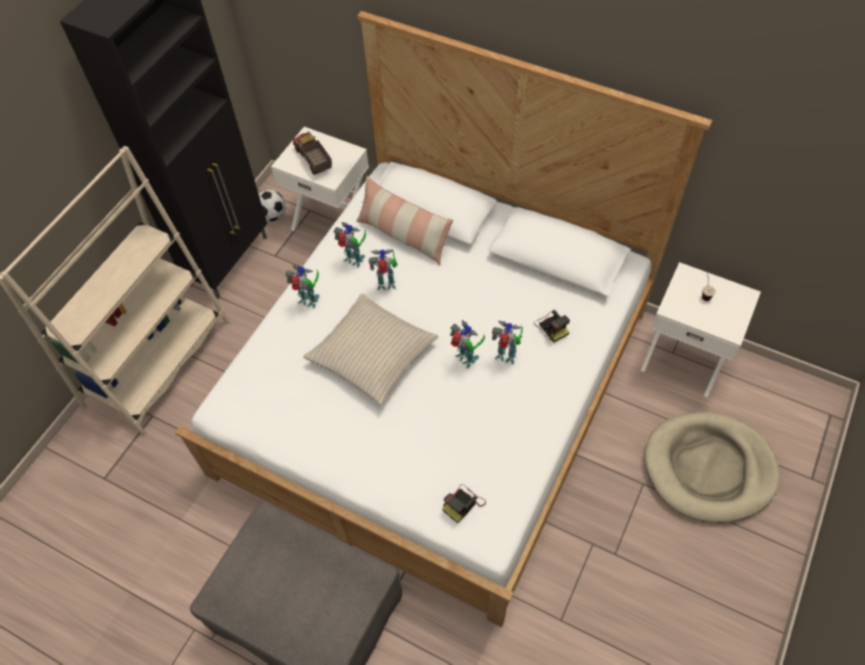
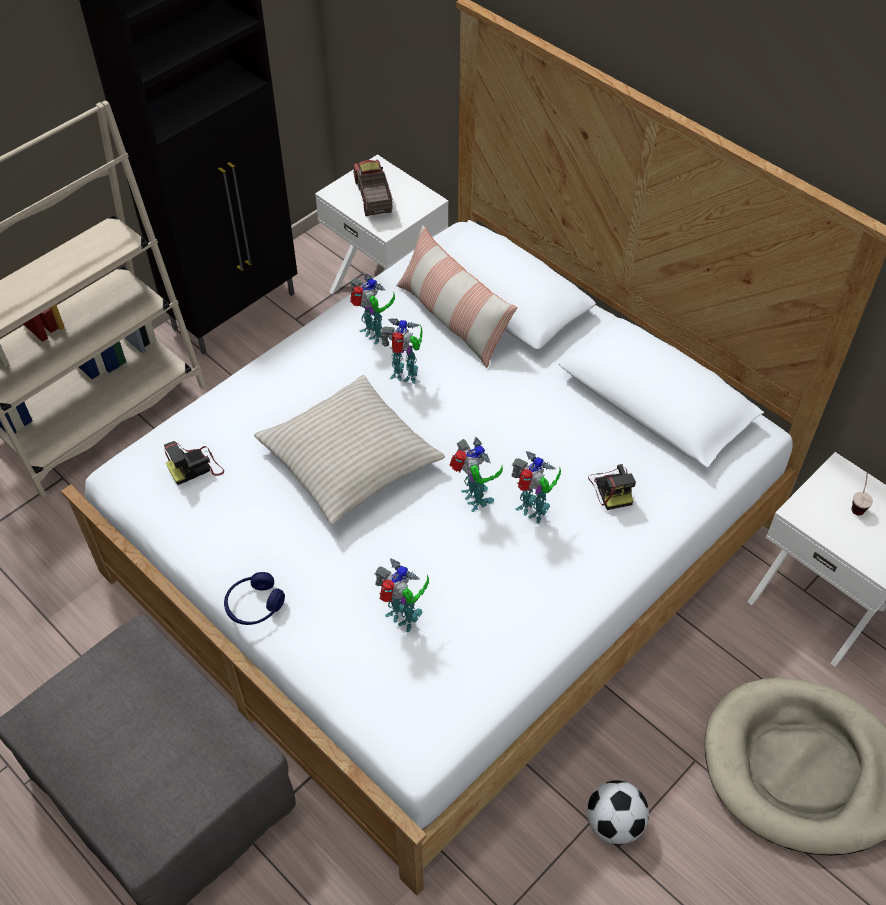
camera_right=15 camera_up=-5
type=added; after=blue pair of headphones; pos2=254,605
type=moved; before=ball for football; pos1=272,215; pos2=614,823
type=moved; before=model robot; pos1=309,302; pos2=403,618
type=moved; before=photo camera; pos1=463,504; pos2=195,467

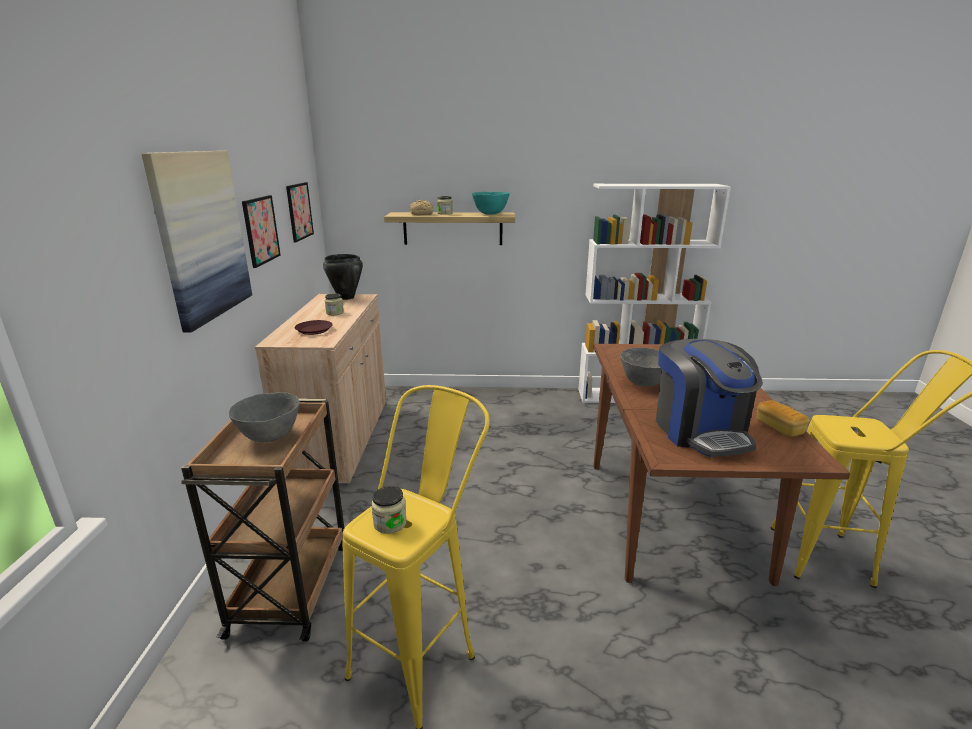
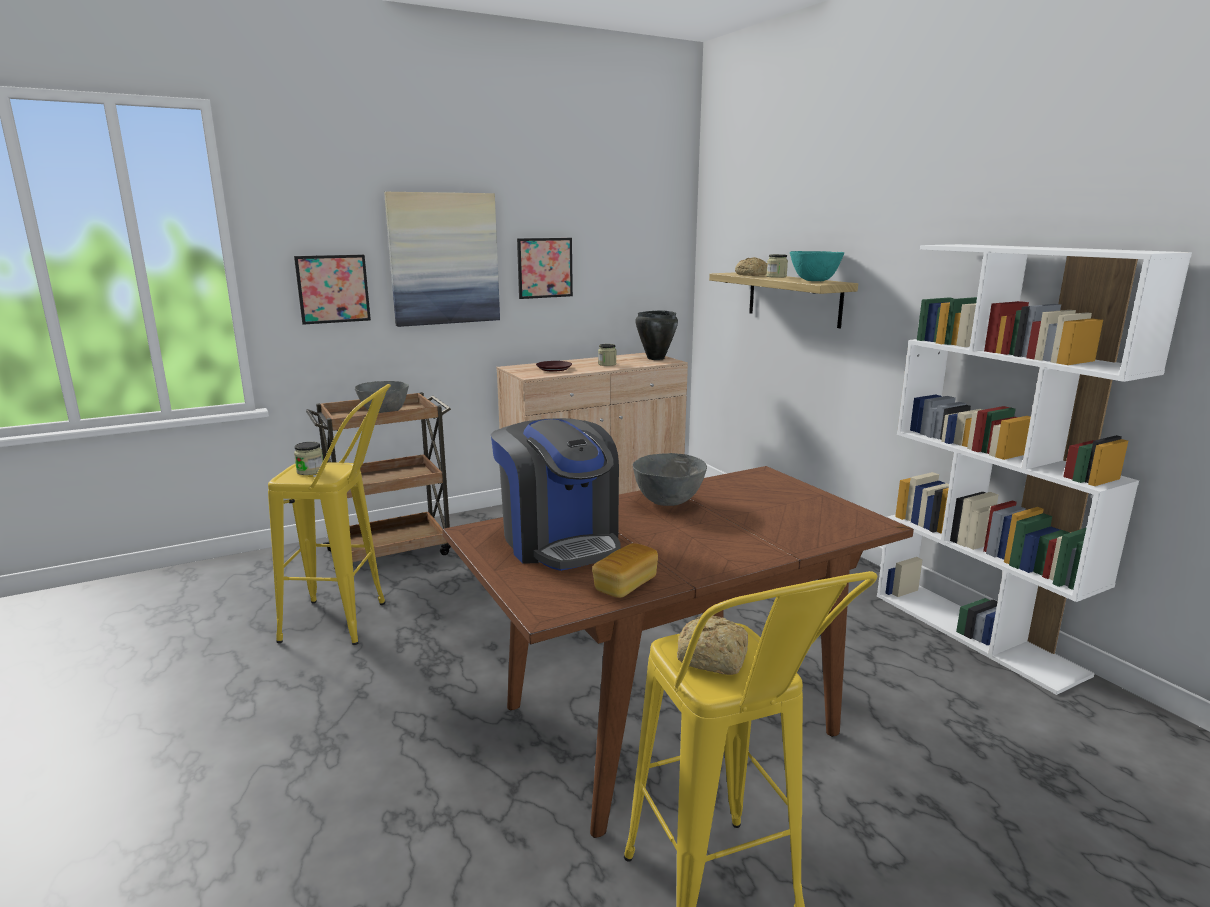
camera_right=60 camera_up=-5
type=added; after=baked bread; pos2=714,659
type=moved; before=wall art; pos1=299,211; pos2=333,289
type=turned; before=coffee brewer; pos1=700,431; pos2=560,541; turn=-75

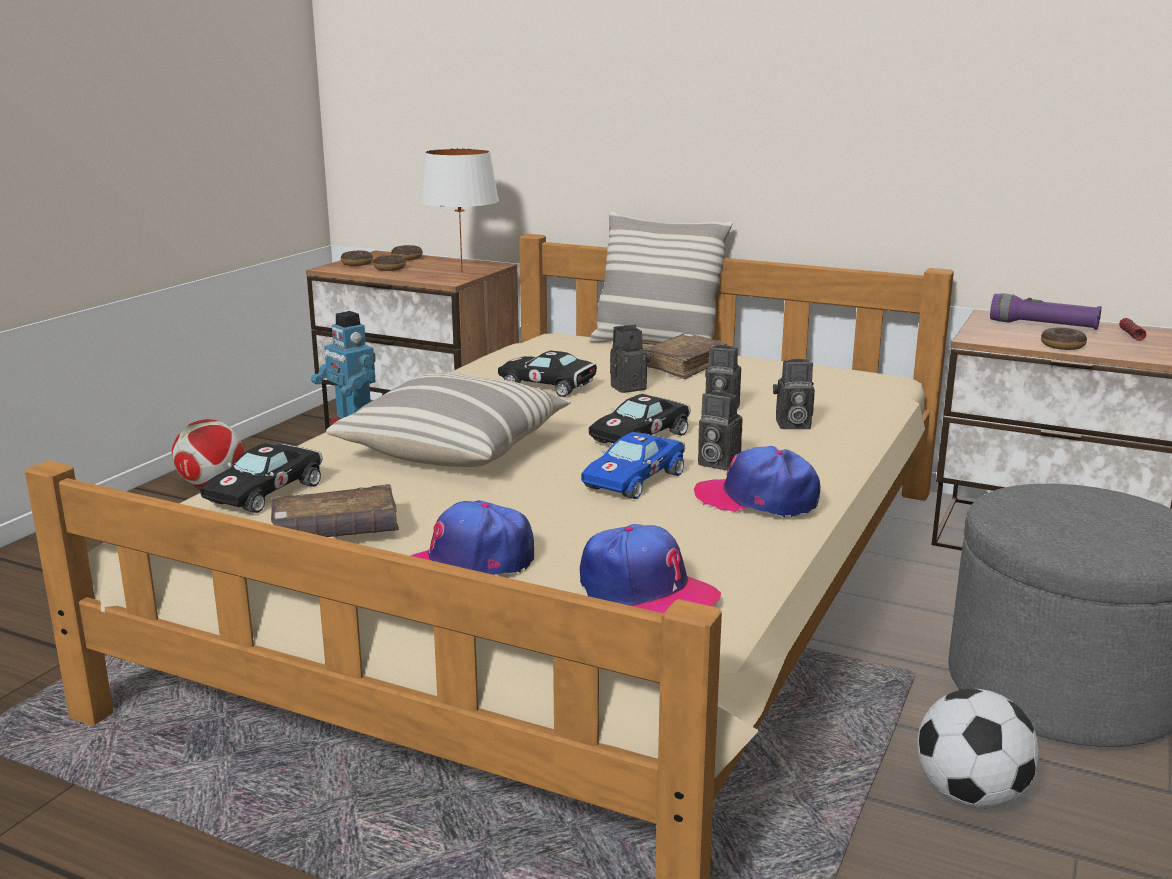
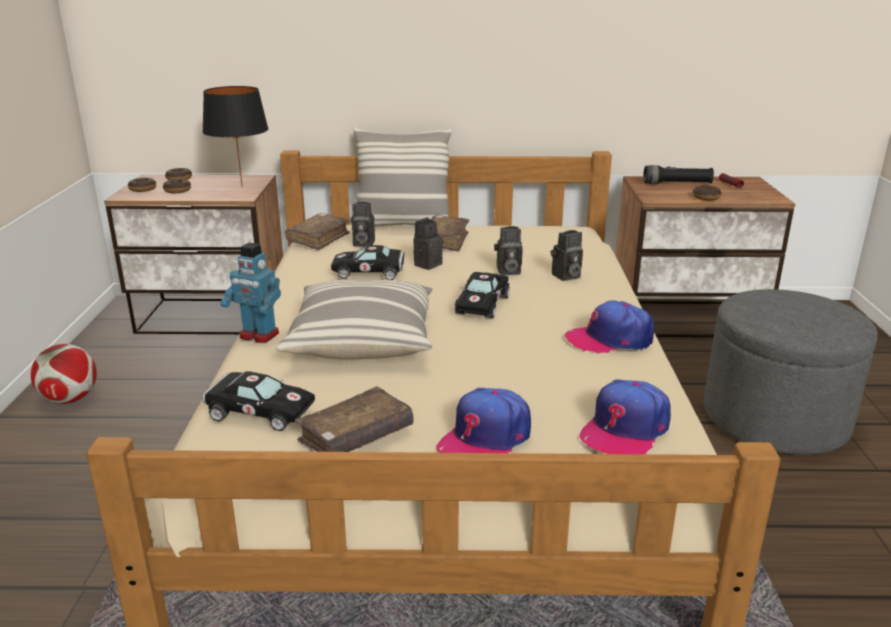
camera_right=-25 camera_up=5
type=removed; before=blue model car; pos1=635,479
type=removed; before=ball for football; pos1=970,795
type=added; after=brown-coloured bound book; pos2=319,239
type=moved; before=photo camera; pos1=715,463; pos2=362,243
type=recoloured; before=white-coloured tabletop lamp; after=black tabletop lamp; pos1=461,272; pos2=241,187
type=recoloured; before=purplish hand torch; after=black hand torch; pos1=1043,326; pos2=677,184
type=turned; before=black model car; pos1=267,492; pos2=257,412; turn=-75
type=turned; before=cap; pos1=646,590; pos2=624,429; turn=120

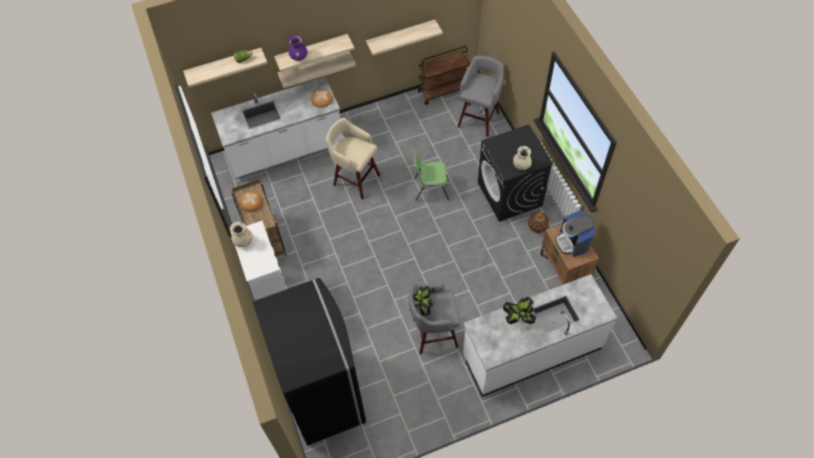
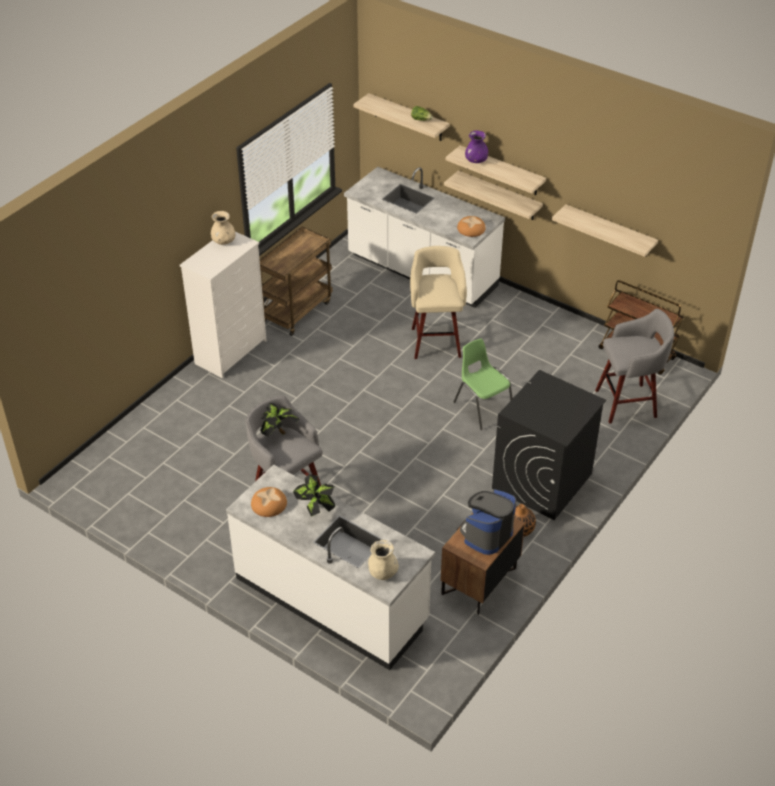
camera_right=55 camera_up=-15
type=removed; before=black kitchen fridge; pos1=324,392
type=moved; before=baked bread; pos1=251,202; pos2=268,504
type=moved; before=beige-coloured vase; pos1=521,165; pos2=382,572

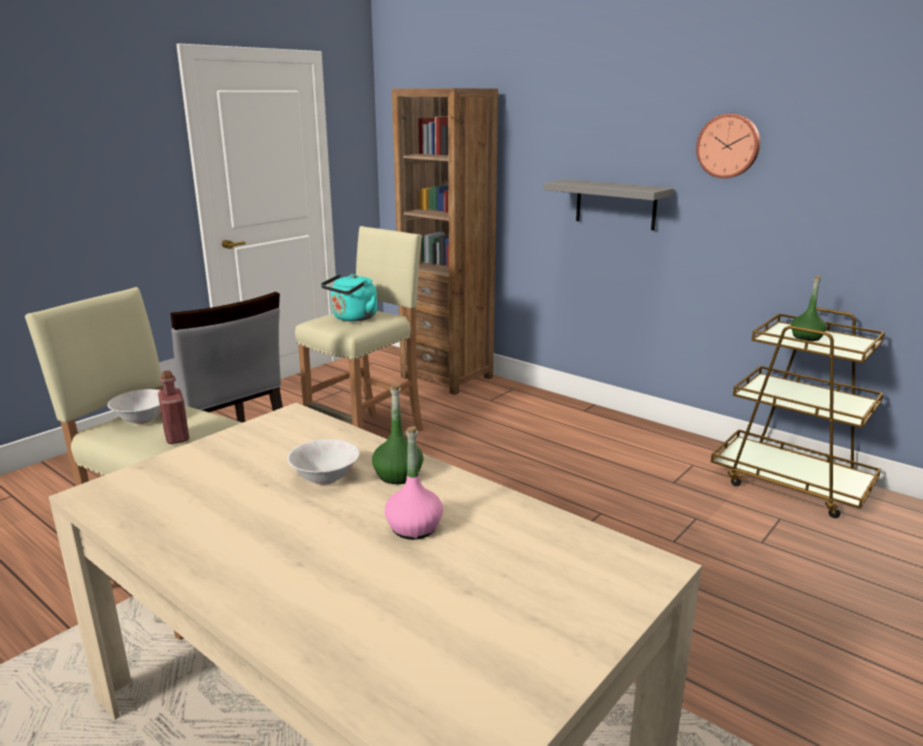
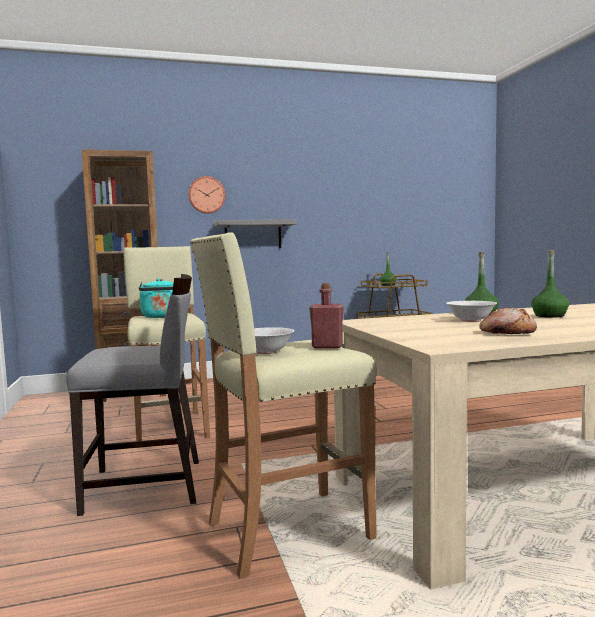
camera_right=-55 camera_up=-15
type=added; after=baked bread; pos2=506,333
type=moved; before=clock on the wall; pos1=728,146; pos2=206,195
type=recoloured; before=pinkish bottle; after=green-coloured bottle; pos1=414,528; pos2=549,316

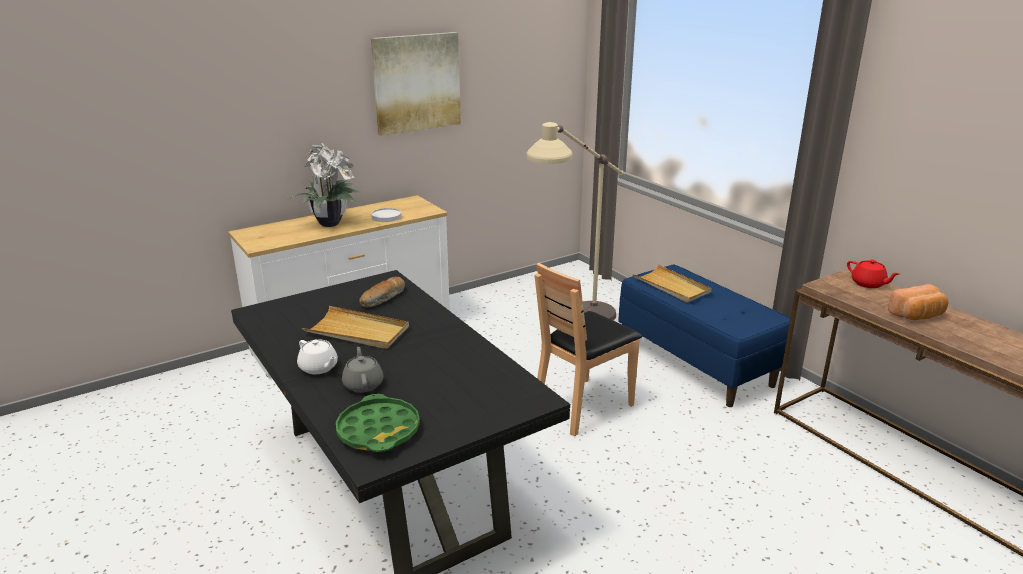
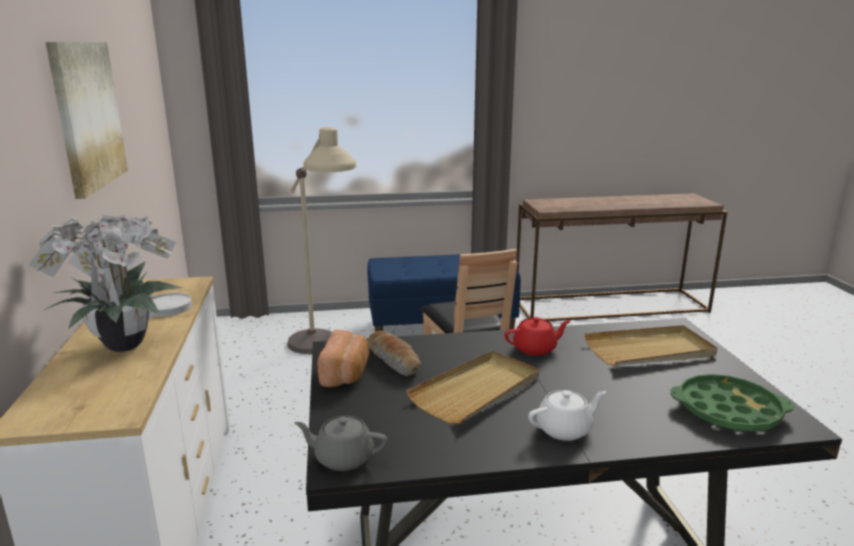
camera_right=-65 camera_up=-5
type=moved; before=gray pot for tea; pos1=363,384; pos2=343,458
type=moved; before=beige-coloured carrying tray; pos1=671,286; pos2=650,350
type=moved; before=red-coloured pot for tea; pos1=868,284; pos2=535,349
type=moved; before=baked bread; pos1=917,316; pos2=346,373

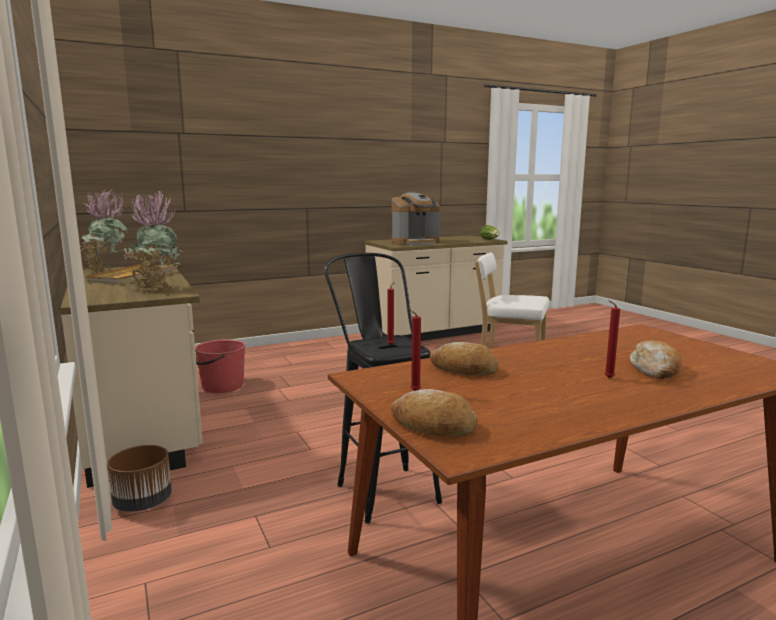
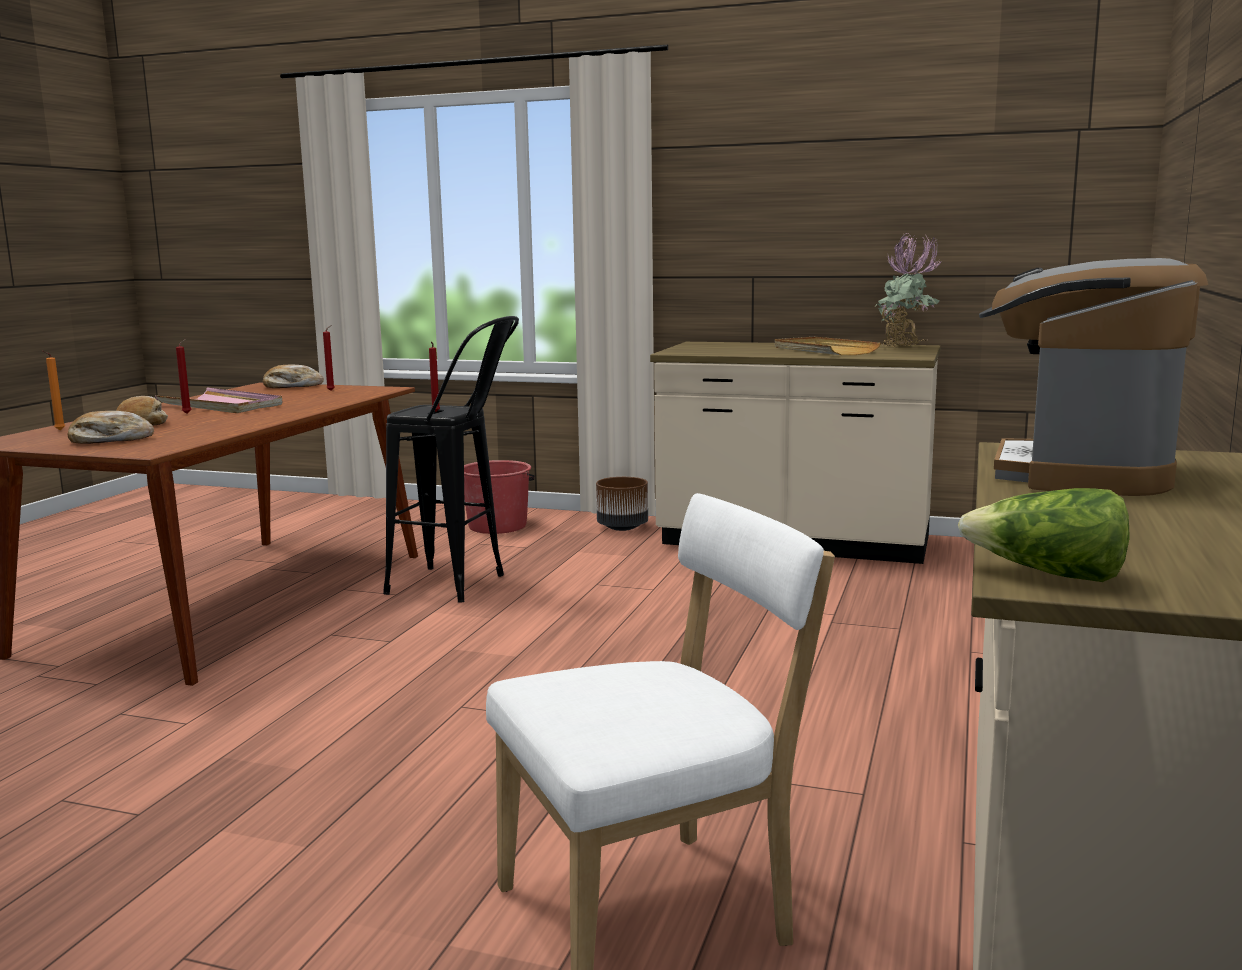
camera_right=135 camera_up=0
type=removed; before=plant in a pot; pos1=156,288
type=added; after=orangey candle; pos2=58,430
type=added; after=pinkish carrying tray; pos2=221,405
type=moved; before=red-coloured pail; pos1=222,386; pos2=498,526
type=moved; before=baked bread; pos1=463,369; pos2=110,440

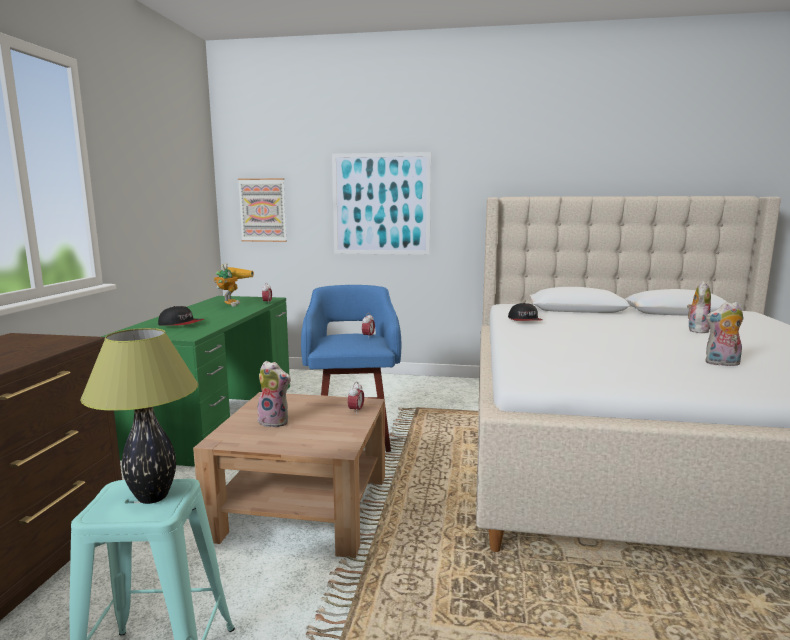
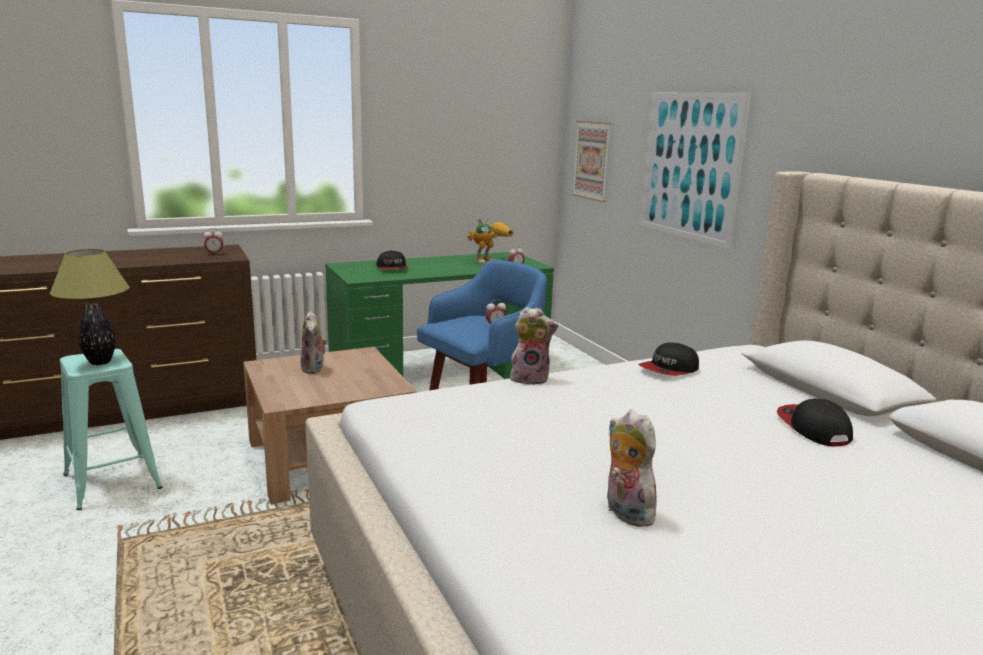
camera_right=55 camera_up=5
type=added; after=cap; pos2=813,428
type=moved; before=table clock; pos1=356,411; pos2=214,254
type=moved; before=plush toy; pos1=696,330; pos2=530,378

